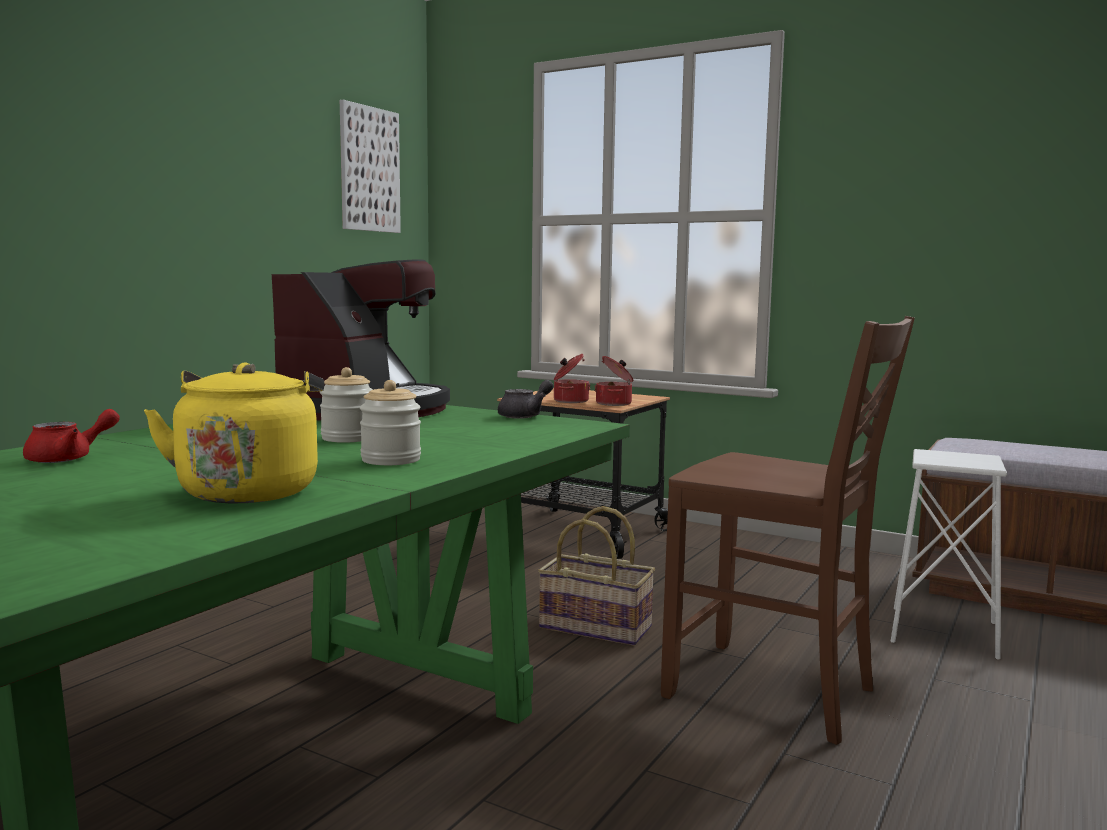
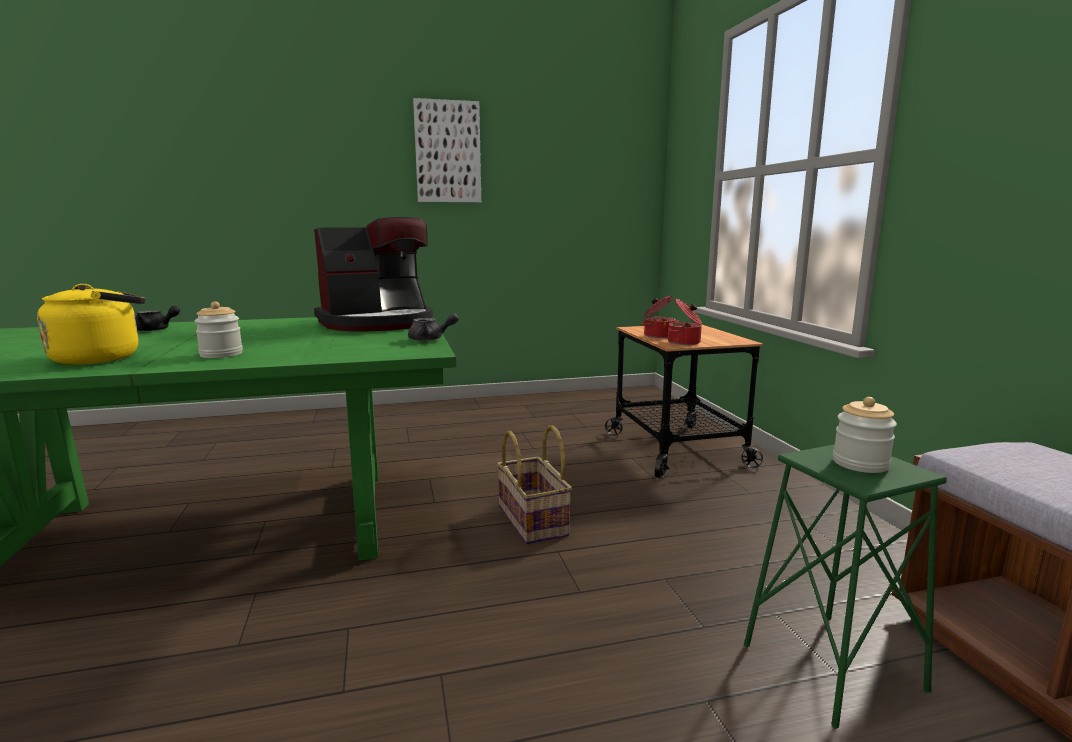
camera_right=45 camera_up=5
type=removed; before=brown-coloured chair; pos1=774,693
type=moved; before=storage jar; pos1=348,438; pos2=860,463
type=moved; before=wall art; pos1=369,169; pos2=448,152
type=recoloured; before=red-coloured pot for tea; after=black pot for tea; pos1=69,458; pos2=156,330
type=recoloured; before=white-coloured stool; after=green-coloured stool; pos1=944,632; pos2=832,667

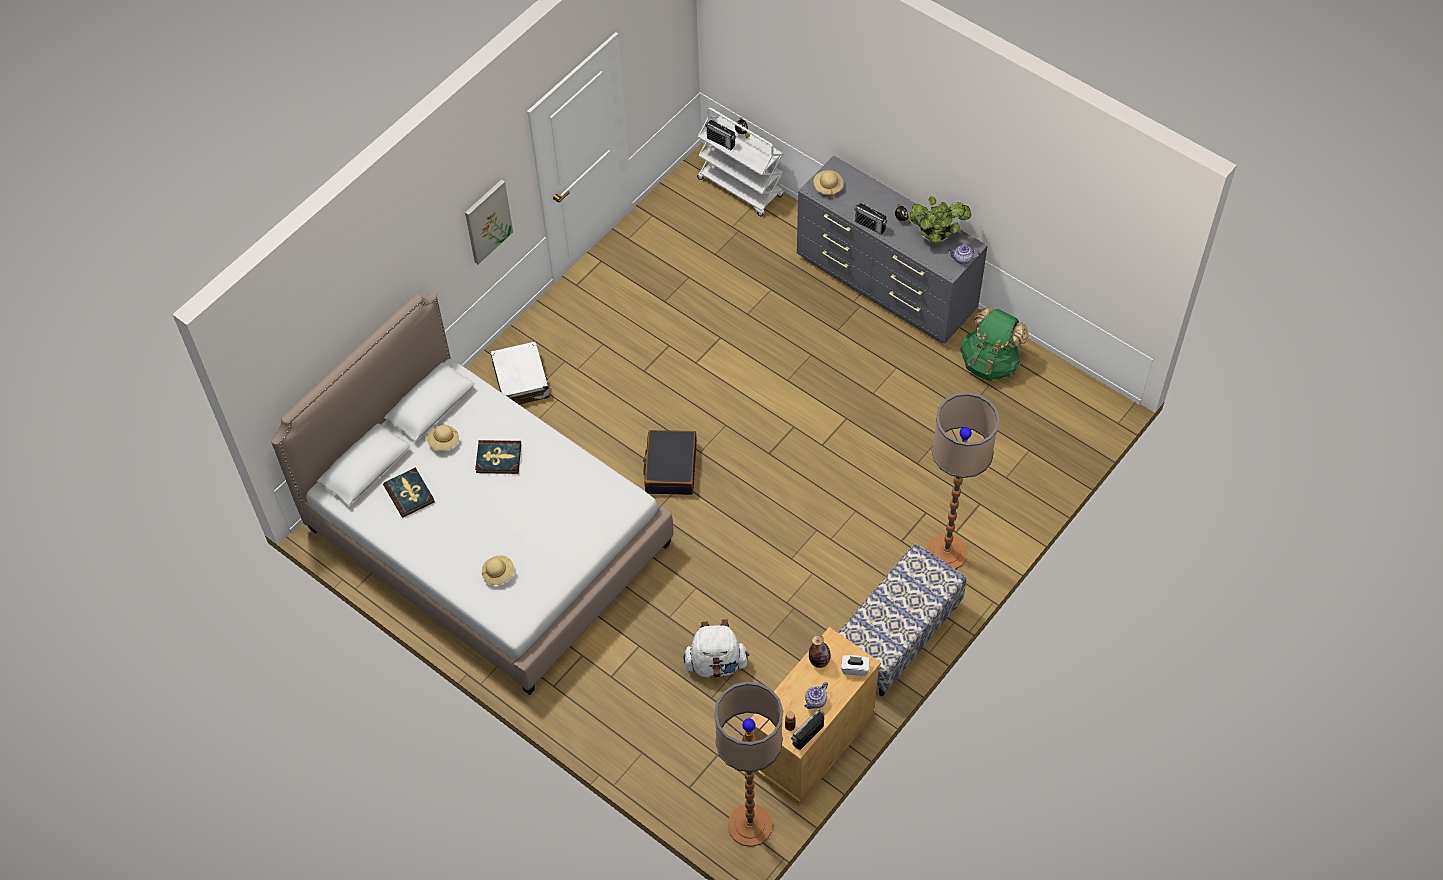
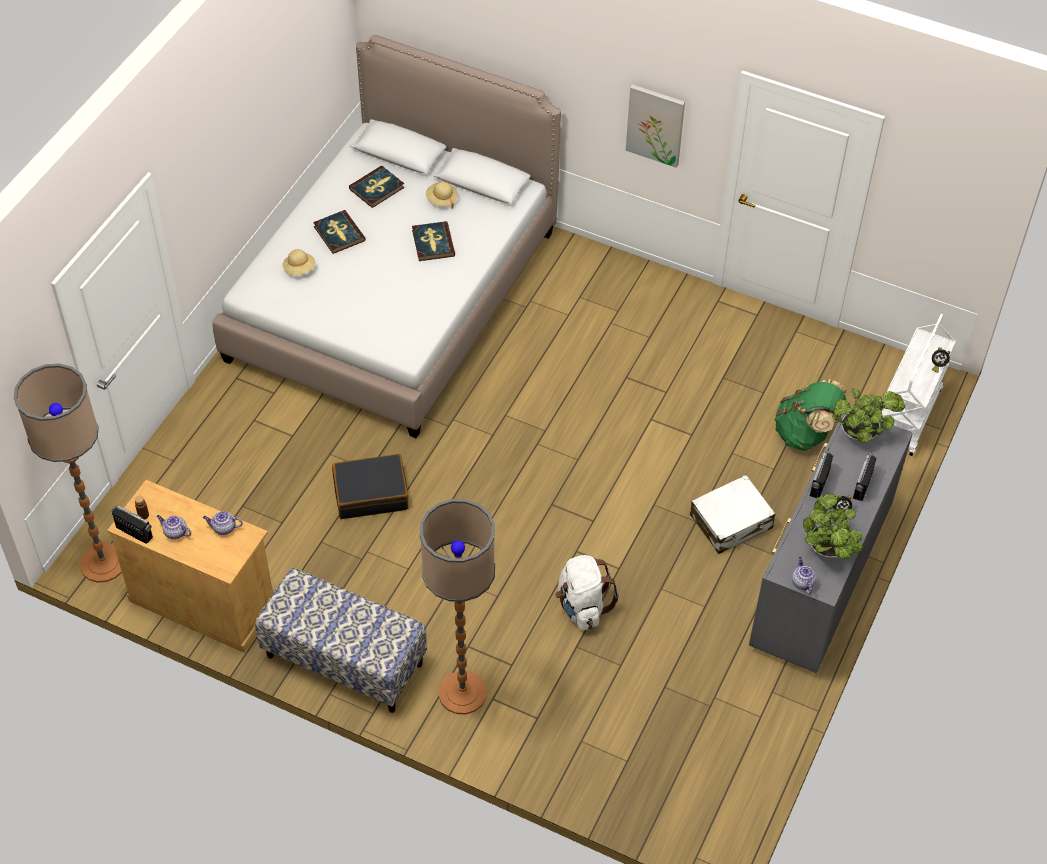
camera_right=75 camera_up=-5
type=removed; before=white-coloured tissue holder; pos1=854,668
type=added; after=bound book; pos2=339,234
type=moved; before=white-coloured travel case; pos1=521,381; pos2=731,522
type=moved; before=black travel case; pos1=670,468; pos2=371,493
type=moved; before=white-coloured rucksack; pos1=716,663; pos2=582,606
type=moved; before=radio; pos1=721,142; pos2=862,485
type=moved; before=green-coloured rucksack; pos1=990,362; pos2=805,434
type=replaced; before=bottle; after=pot for tea; pos1=819,661; pos2=223,528
type=replaced; before=beige-coloured wearable hat; after=plant in a pot; pos1=828,187; pos2=861,434

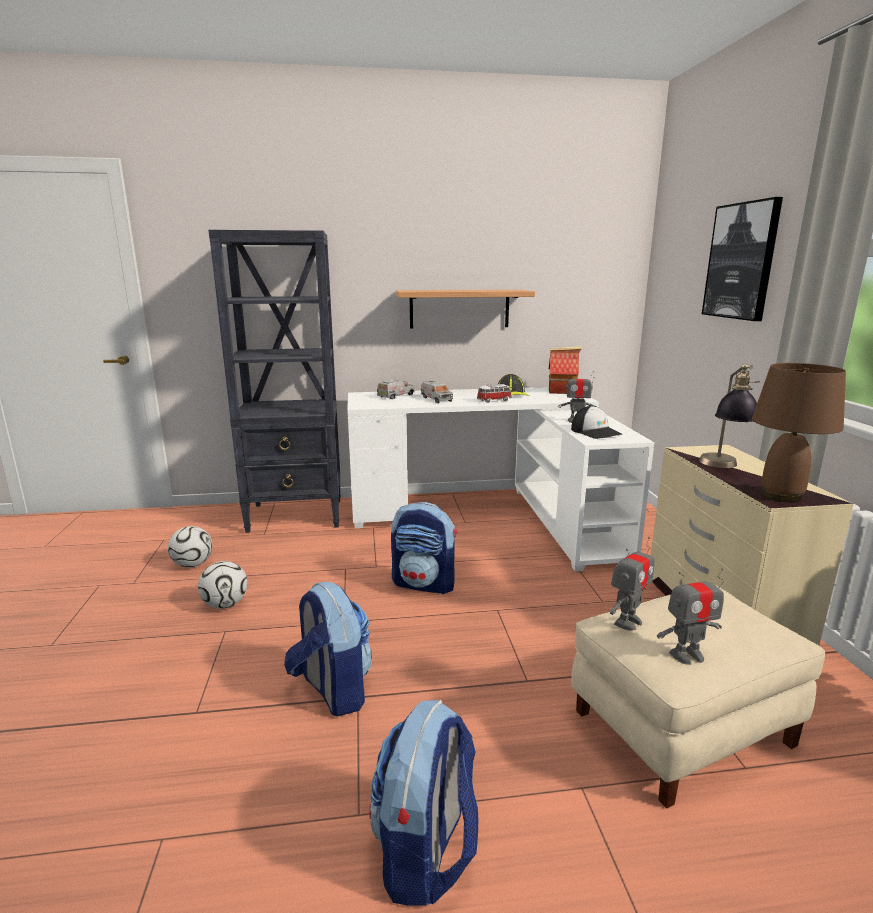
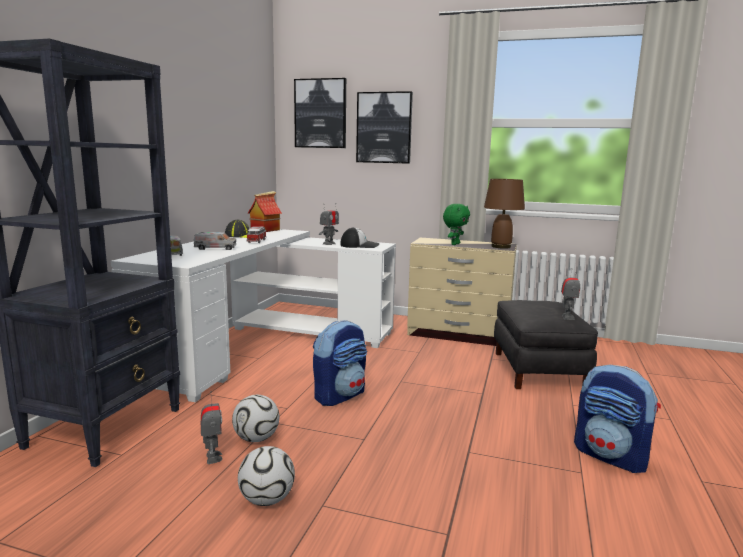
camera_right=-65 camera_up=-5
type=removed; before=rucksack; pos1=332,690
type=removed; before=shelf; pos1=459,309
type=added; after=wall art; pos2=320,113
type=moved; before=ball for football; pos1=193,564; pos2=256,438
type=moved; before=model robot; pos1=627,622; pos2=213,457
type=replaced; before=tabletop lamp; after=green-coloured plush toy; pos1=722,467; pos2=454,244
type=recoloured; before=beige-coloured ottoman; after=black ottoman; pos1=681,726; pos2=537,370

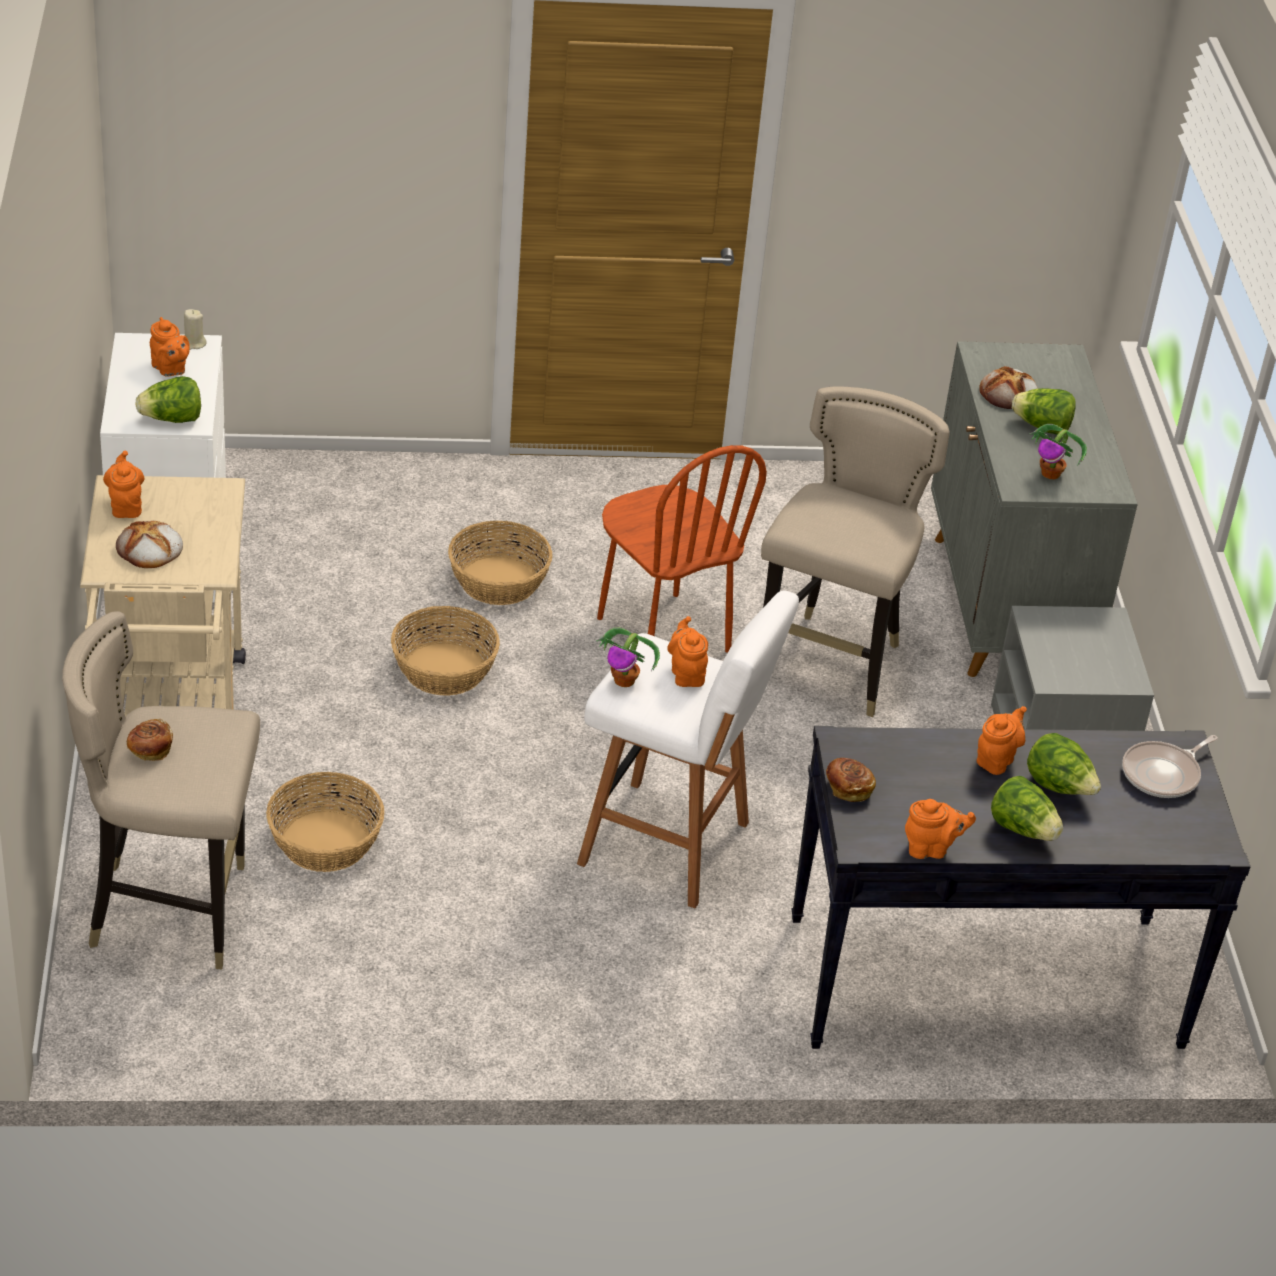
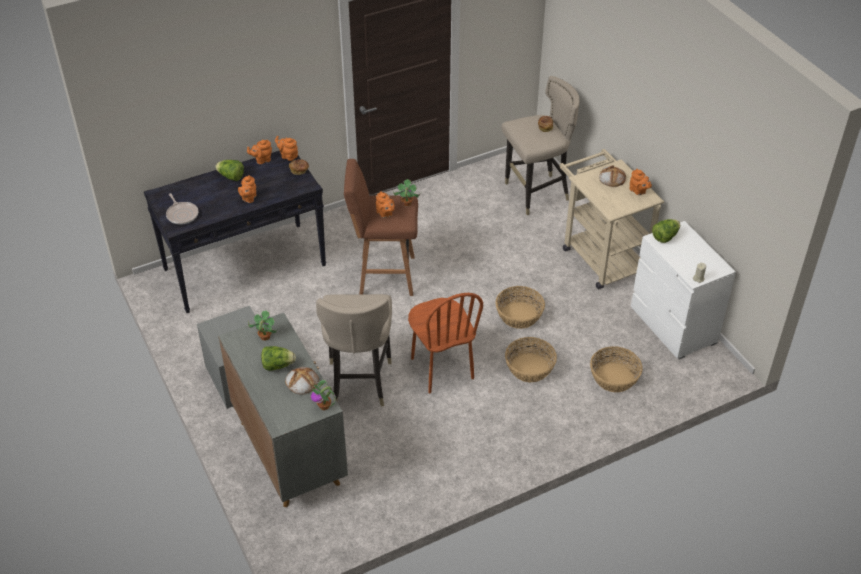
camera_right=160 camera_up=5
type=removed; before=lettuce; pos1=1059,787
type=added; after=plant in a pot; pos2=324,406
type=moved; before=orangey pot for tea; pos1=170,369; pos2=288,156
type=moved; before=household basket; pos1=325,841; pos2=614,378
type=recoloured; before=white-coloured stool; after=brown-coloured stool; pos1=670,846; pos2=384,275
type=turned; before=brown-coloured chair; pos1=662,635; pos2=441,368; turn=-150
type=turned; before=frying pan; pos1=1163,774; pos2=182,214; turn=120

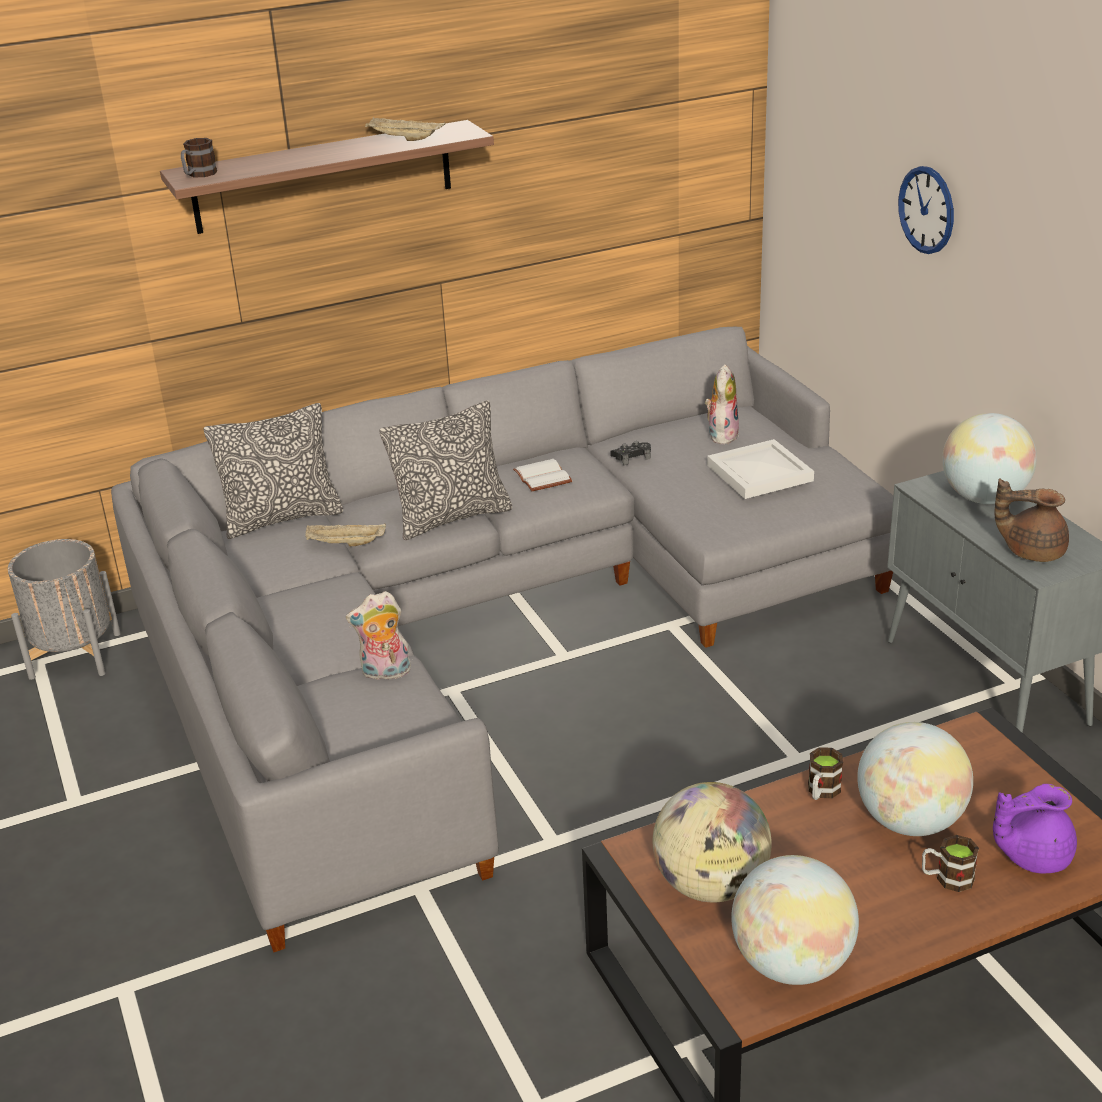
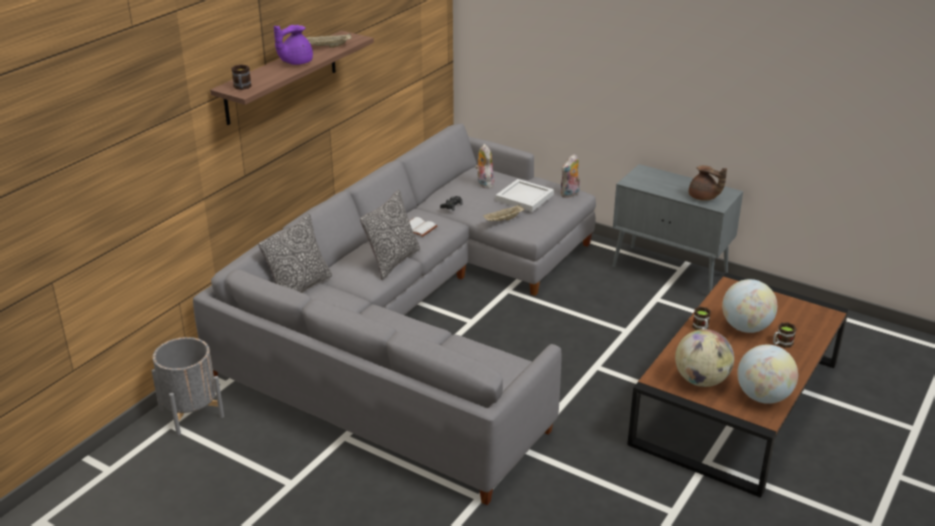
camera_right=-35 camera_up=0
type=removed; before=clock on the wall; pos1=926,210
type=removed; before=world globe; pos1=984,498
type=moved; before=beige-coloured carrying tray; pos1=345,544; pos2=503,220
type=moved; before=plush toy; pos1=385,674; pos2=570,194
type=moved; before=purplish pot for tea; pos1=1032,856; pos2=295,62
type=turned; before=brown-coloured pot for tea; pos1=1031,551; pos2=703,198; turn=-120

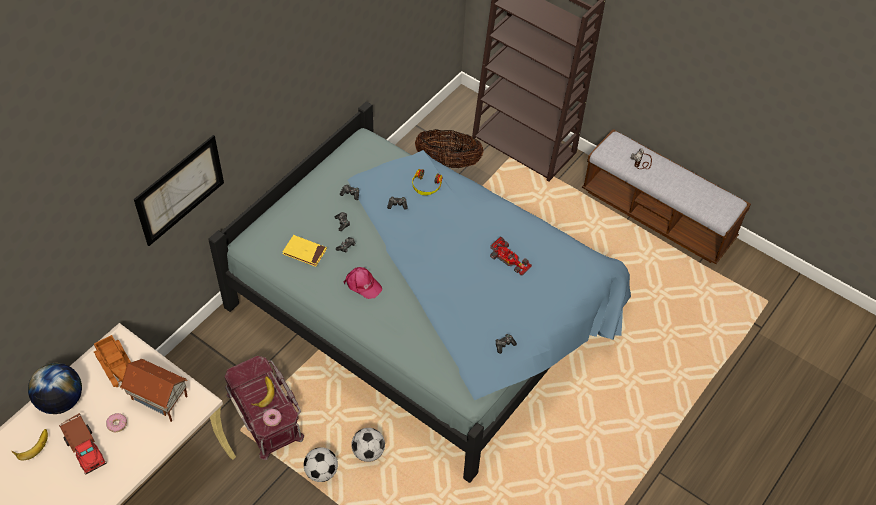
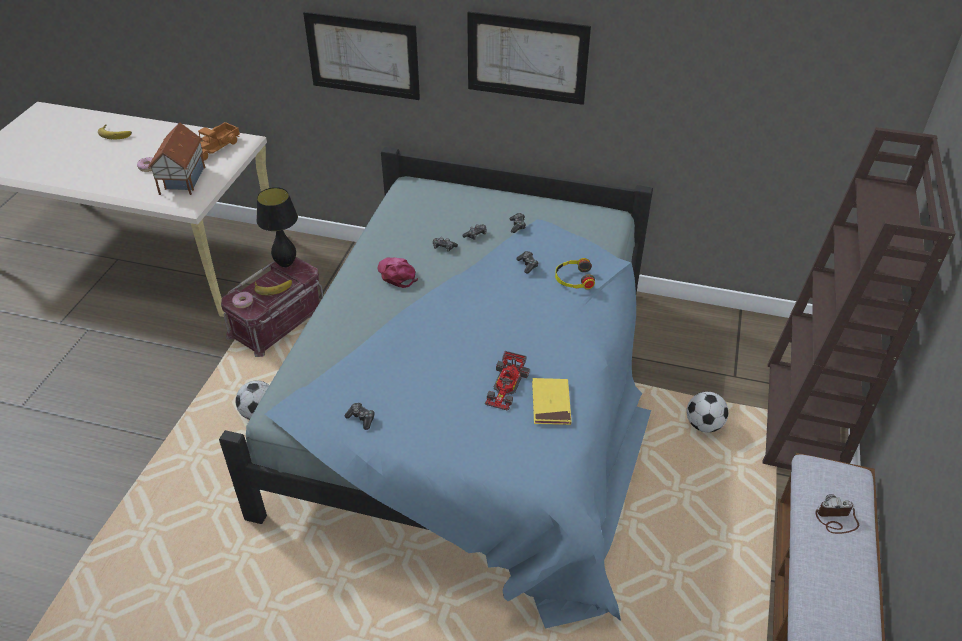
camera_right=70 camera_up=-10
type=removed; before=world globe; pos1=61,401
type=removed; before=toy truck; pos1=84,447
type=removed; before=household basket; pos1=448,162
type=added; after=black tabletop lamp; pos2=286,263
type=added; after=wall art; pos2=527,58
type=moved; before=yellowish bound book; pos1=304,252; pos2=551,403
type=moved; before=ball for football; pos1=321,472; pos2=703,425
type=turned; before=pinkish cap; pos1=362,285; pos2=397,274; turn=135

